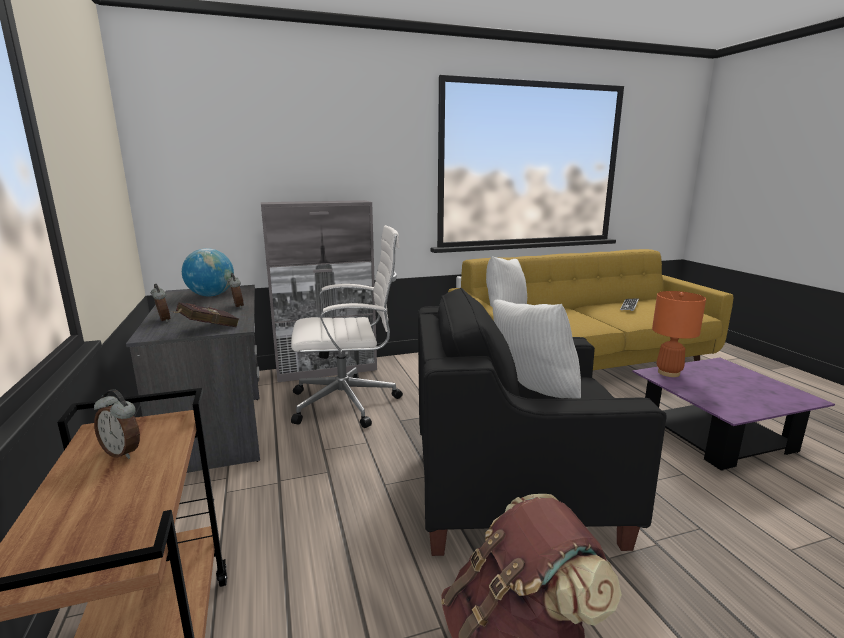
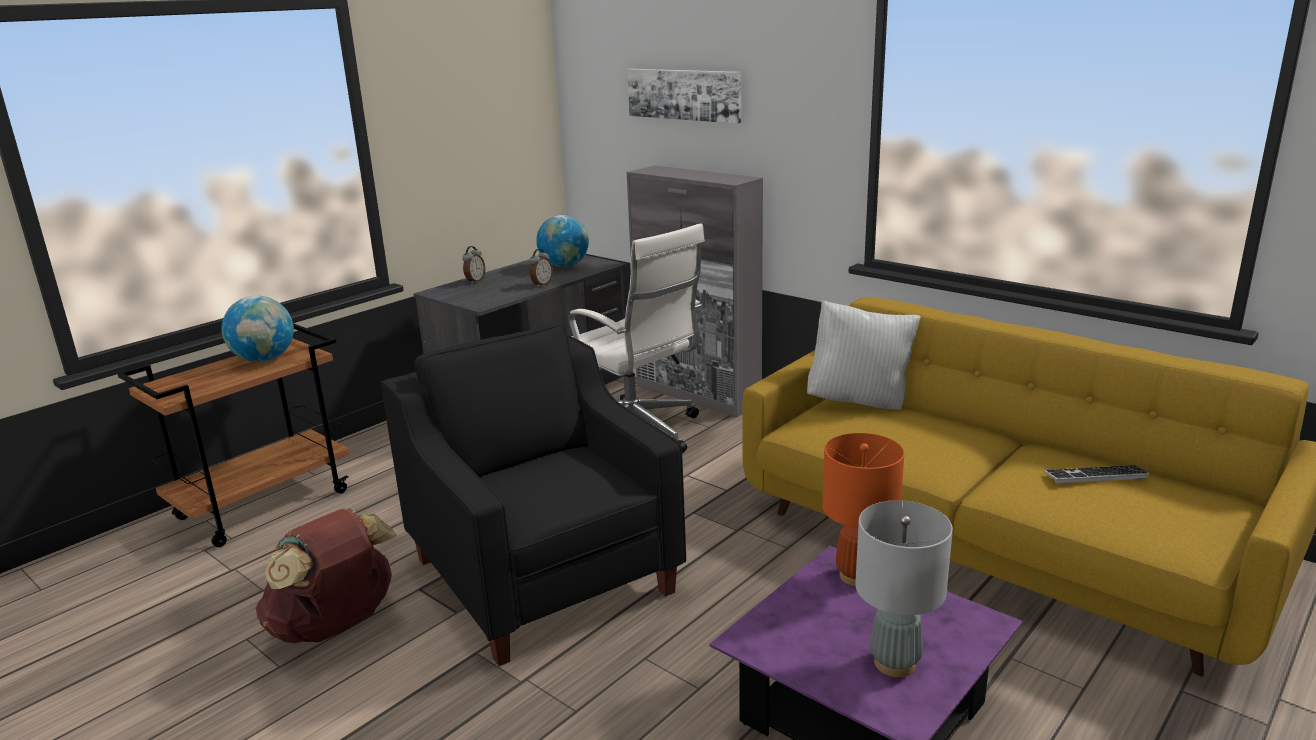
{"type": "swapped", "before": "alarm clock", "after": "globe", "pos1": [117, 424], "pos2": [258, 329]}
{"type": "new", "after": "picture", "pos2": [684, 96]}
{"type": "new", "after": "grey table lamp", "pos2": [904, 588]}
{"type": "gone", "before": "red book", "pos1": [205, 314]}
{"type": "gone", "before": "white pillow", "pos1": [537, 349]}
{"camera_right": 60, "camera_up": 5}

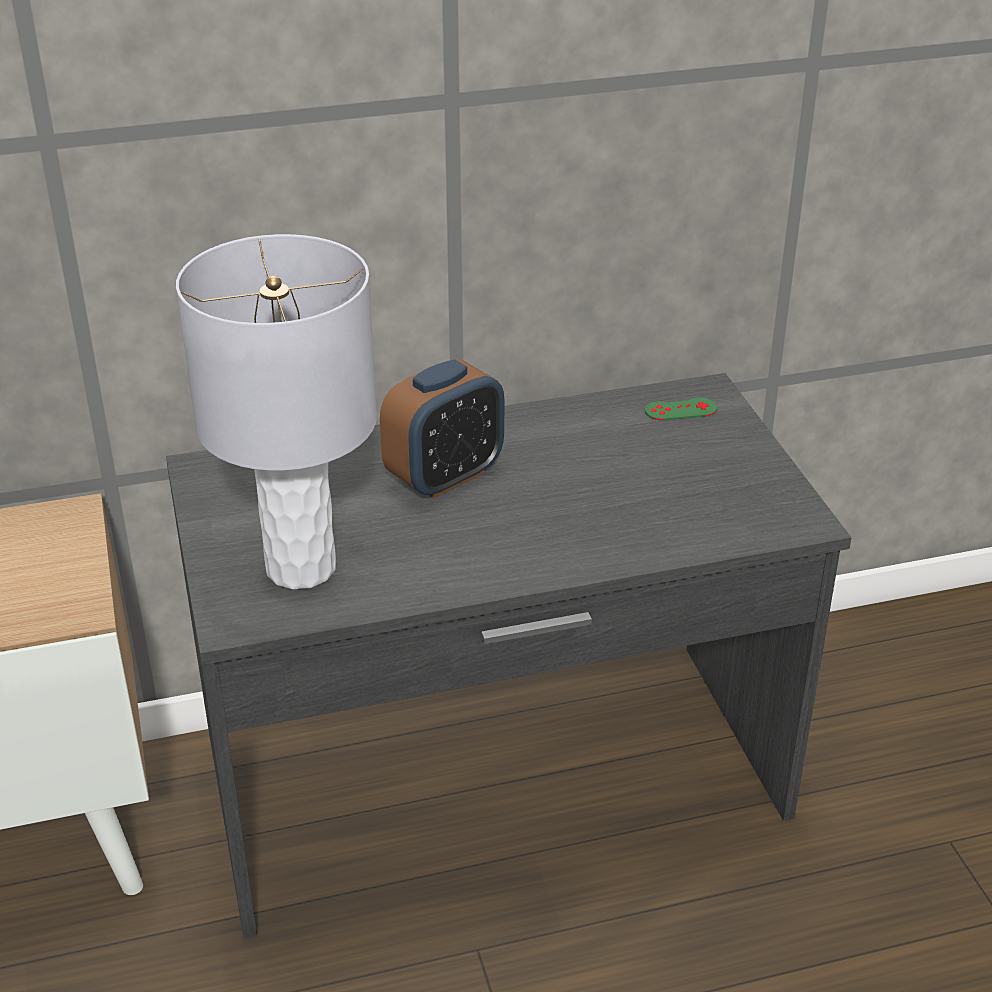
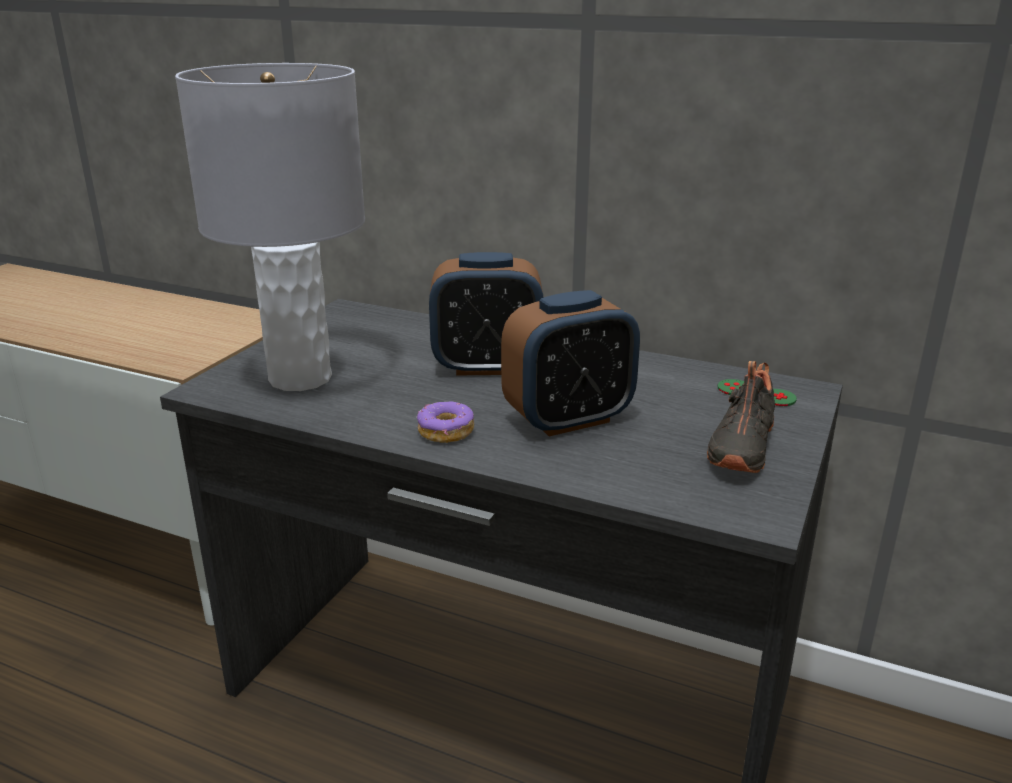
{"type": "new", "after": "donut", "pos2": [445, 422]}
{"type": "new", "after": "alarm clock", "pos2": [570, 363]}
{"type": "new", "after": "black shoe", "pos2": [741, 417]}
{"camera_right": 40, "camera_up": -10}

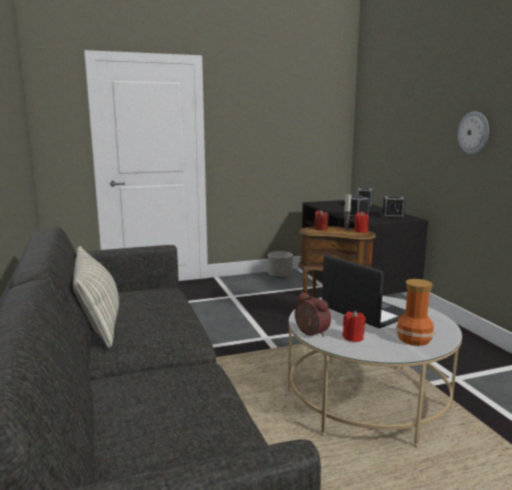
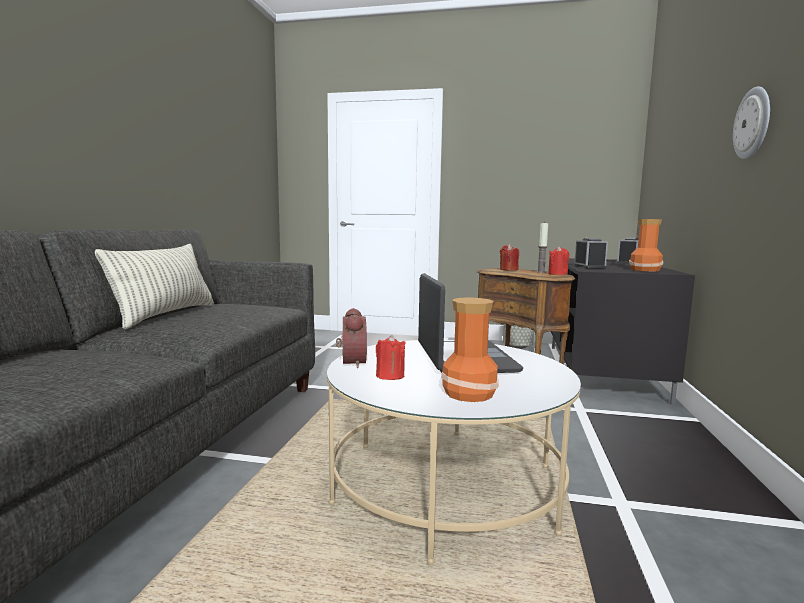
{"type": "swapped", "before": "alarm clock", "after": "vase", "pos1": [393, 207], "pos2": [646, 245]}
{"camera_right": 30, "camera_up": -5}

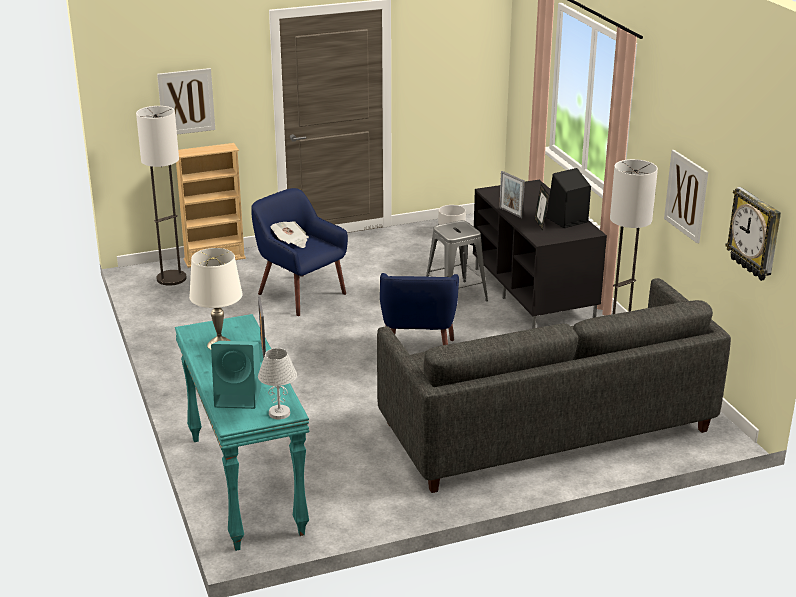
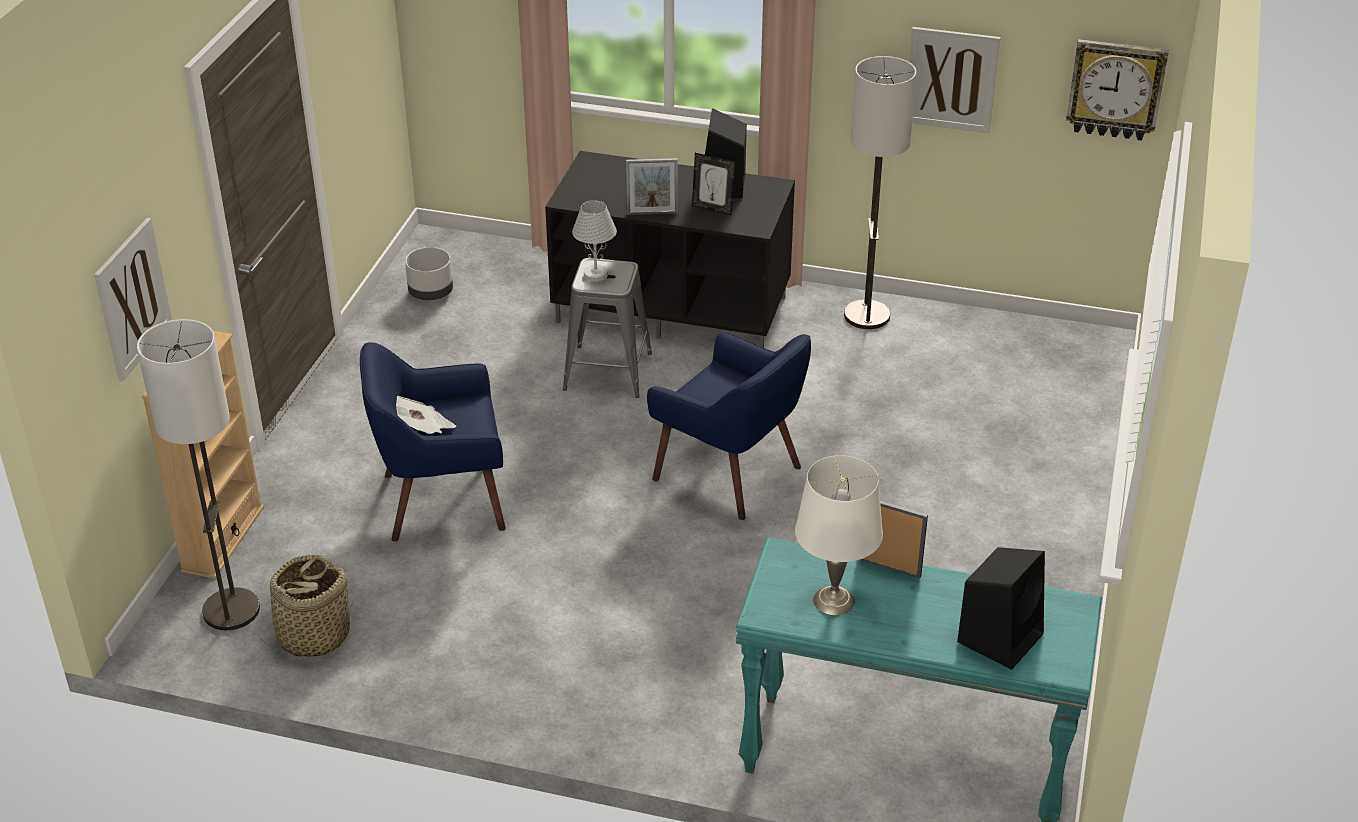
{"type": "new", "after": "basket", "pos2": [305, 606]}
{"type": "shifted", "before": "white table lamp", "pos1": [277, 383], "pos2": [594, 240]}
{"type": "repainted", "before": "turquoise speaker", "after": "black speaker", "pos1": [236, 375], "pos2": [1001, 608]}
{"type": "gone", "before": "grey sofa", "pos1": [554, 385]}
{"camera_right": -55, "camera_up": 10}

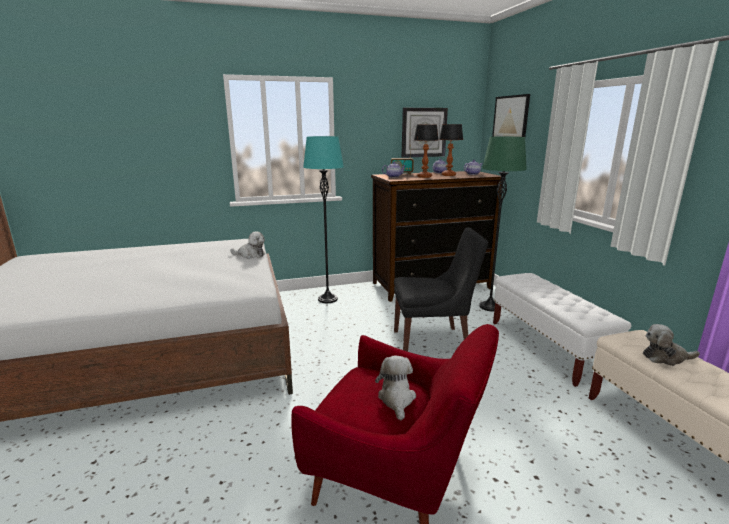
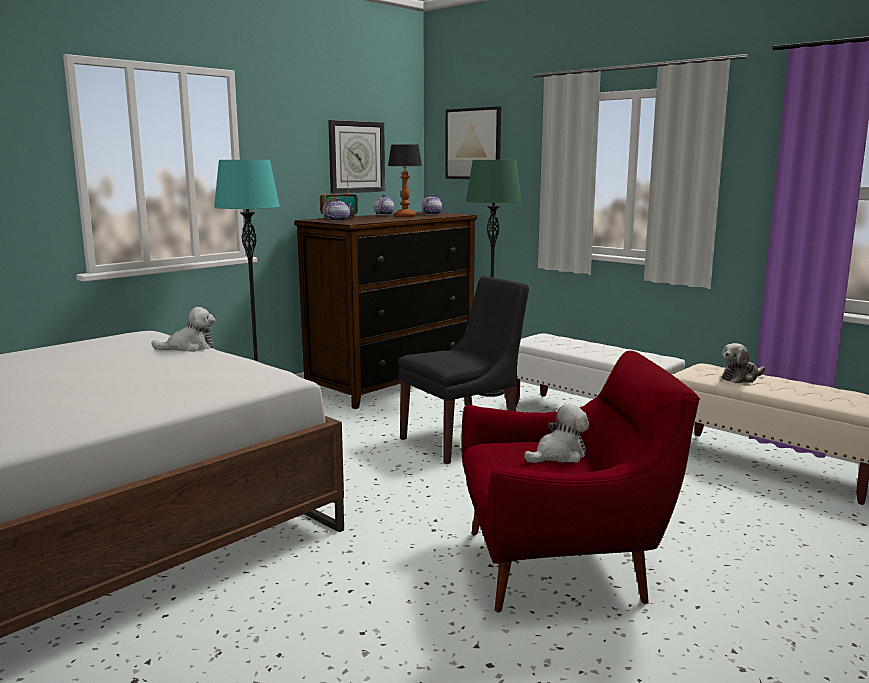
{"type": "rotated", "before": "plush toy", "pos1": [395, 388], "pos2": [556, 433], "turn": 90}
{"type": "gone", "before": "table lamp", "pos1": [426, 151]}
{"camera_right": -30, "camera_up": -5}

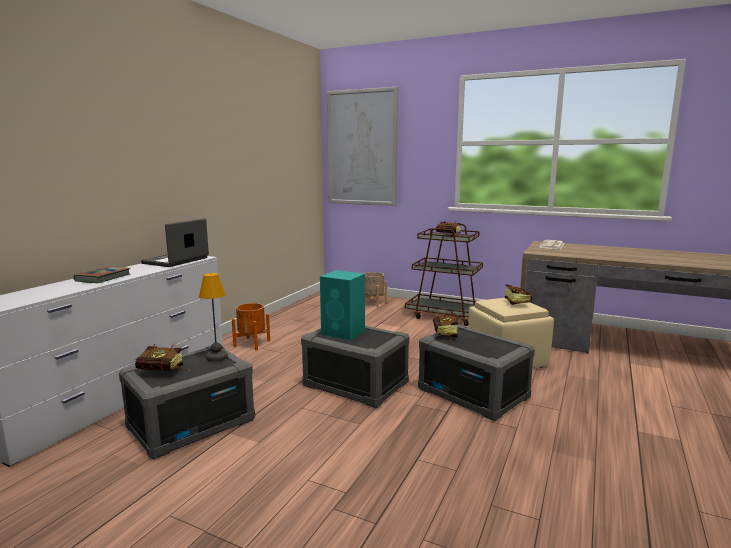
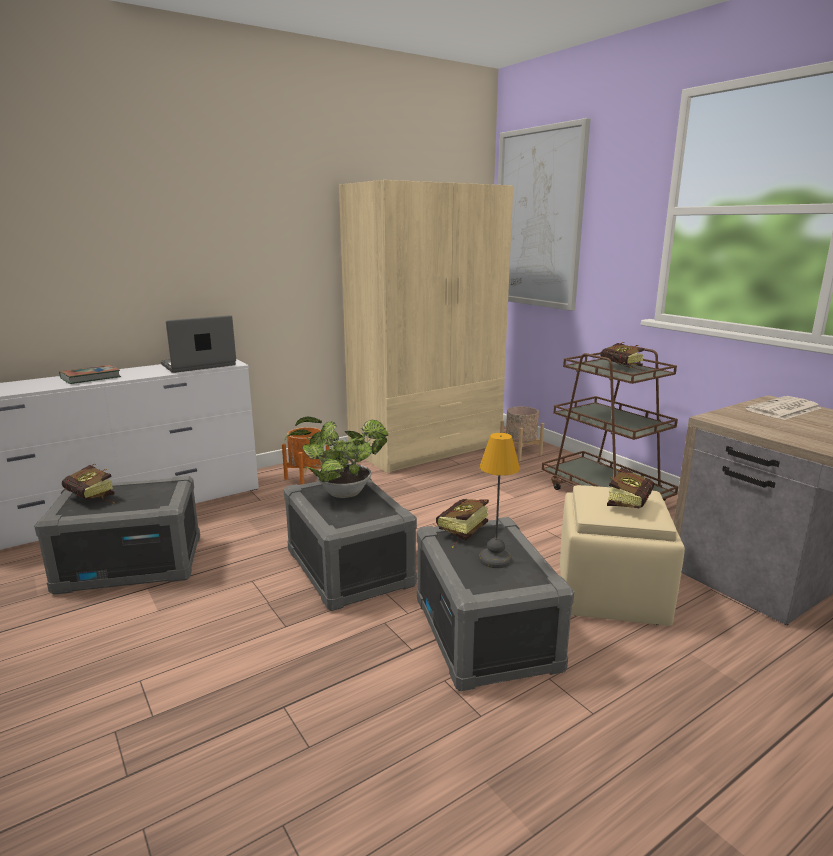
{"type": "swapped", "before": "turquoise speaker", "after": "potted plant", "pos1": [342, 305], "pos2": [336, 457]}
{"type": "new", "after": "beige wardrobe", "pos2": [426, 326]}
{"type": "shifted", "before": "table lamp", "pos1": [213, 317], "pos2": [499, 500]}
{"camera_right": 30, "camera_up": 5}

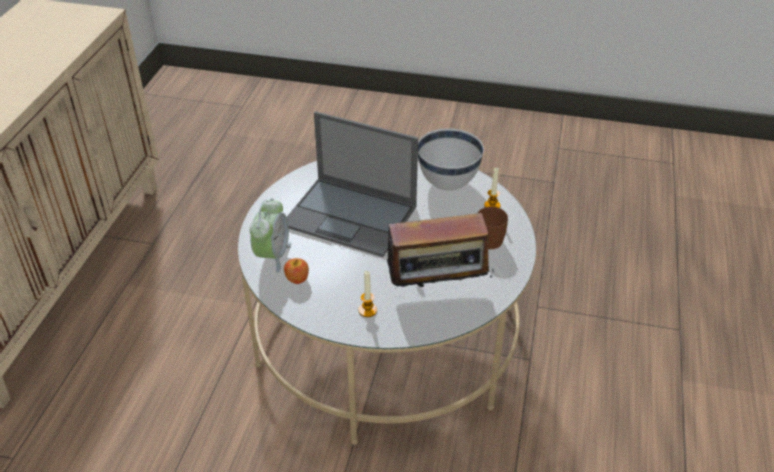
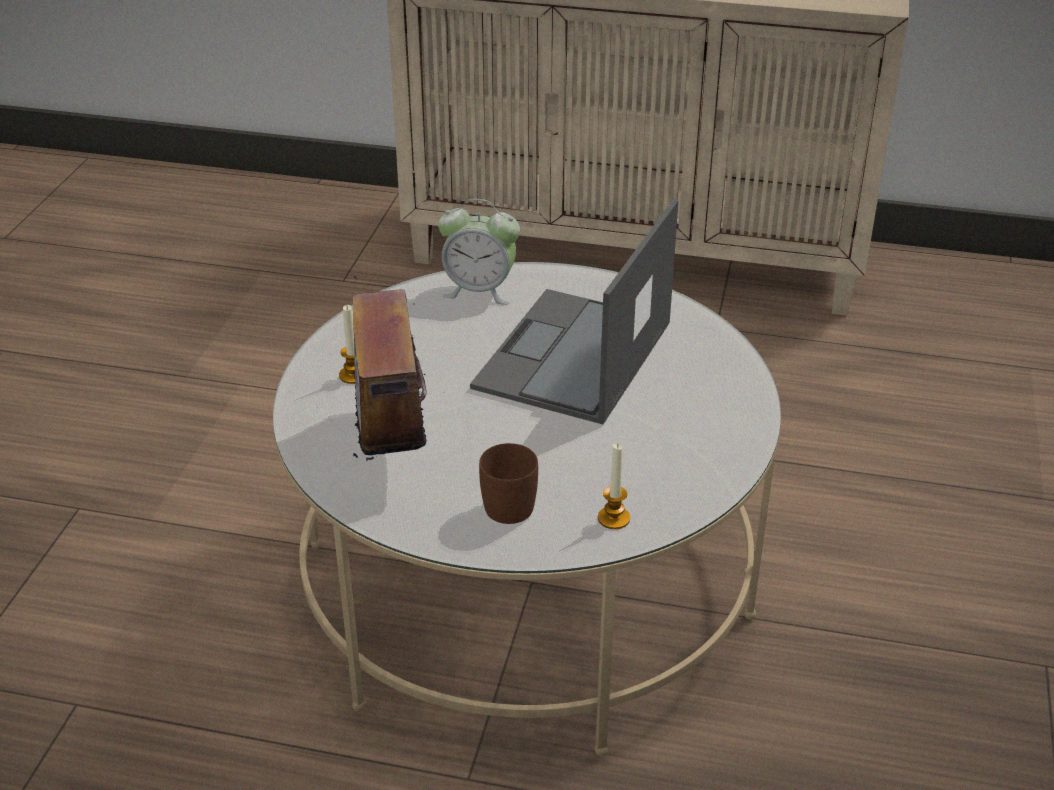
{"type": "gone", "before": "apple", "pos1": [296, 271]}
{"type": "gone", "before": "white bowl", "pos1": [451, 159]}
{"camera_right": 90, "camera_up": -5}

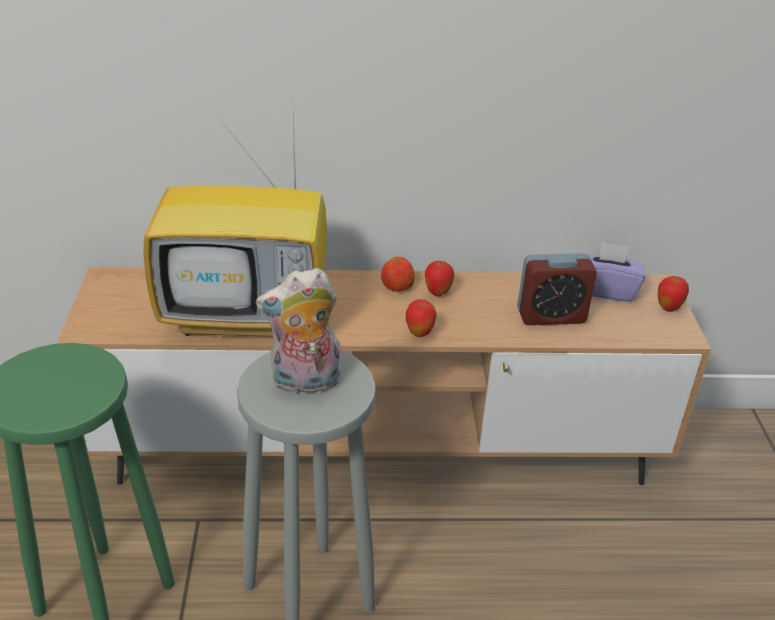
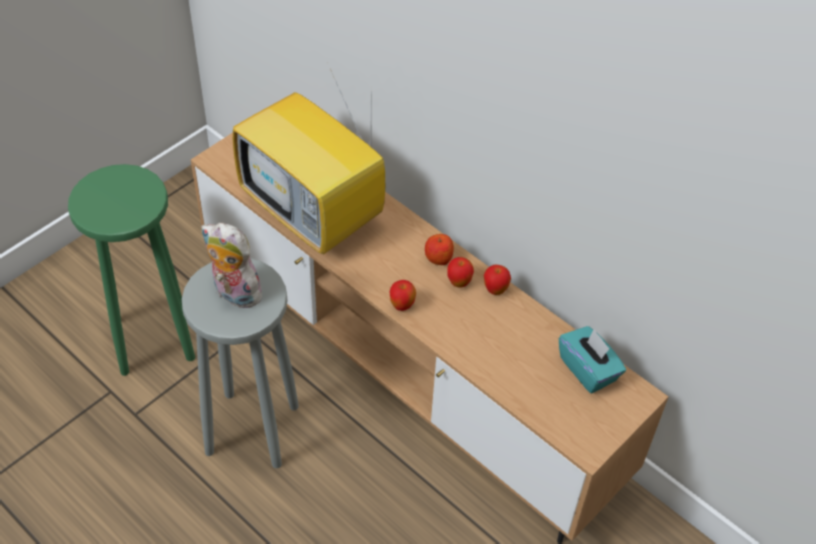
{"type": "shifted", "before": "apple", "pos1": [673, 294], "pos2": [497, 280]}
{"type": "repainted", "before": "purple tissue box", "after": "turquoise tissue box", "pos1": [616, 272], "pos2": [592, 359]}
{"type": "gone", "before": "alarm clock", "pos1": [557, 289]}
{"camera_right": 45, "camera_up": 15}

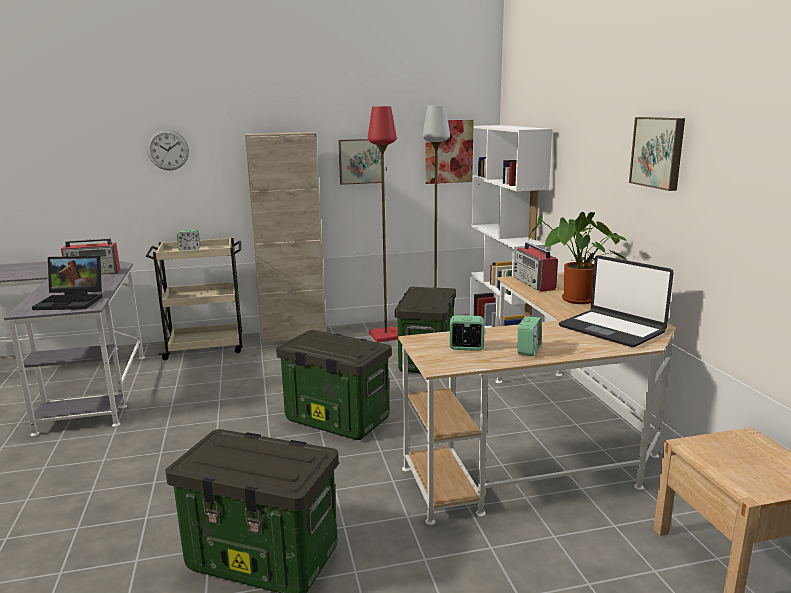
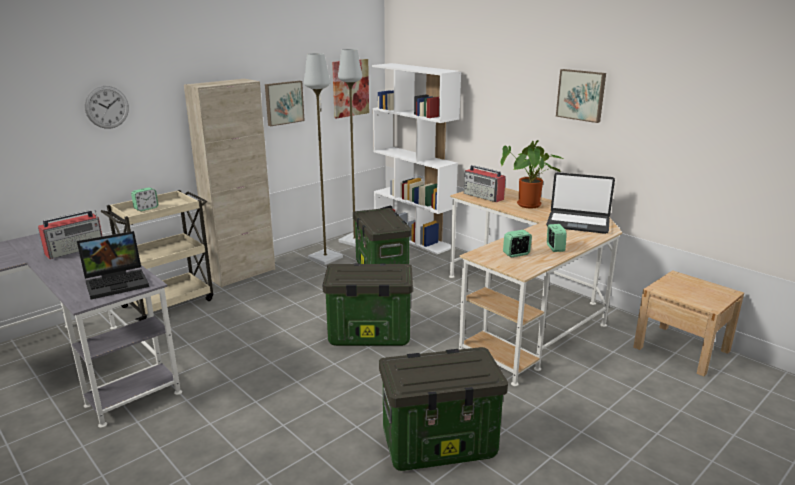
{"type": "repainted", "before": "red floor lamp", "after": "grey floor lamp", "pos1": [383, 224], "pos2": [323, 159]}
{"camera_right": -30, "camera_up": 5}

